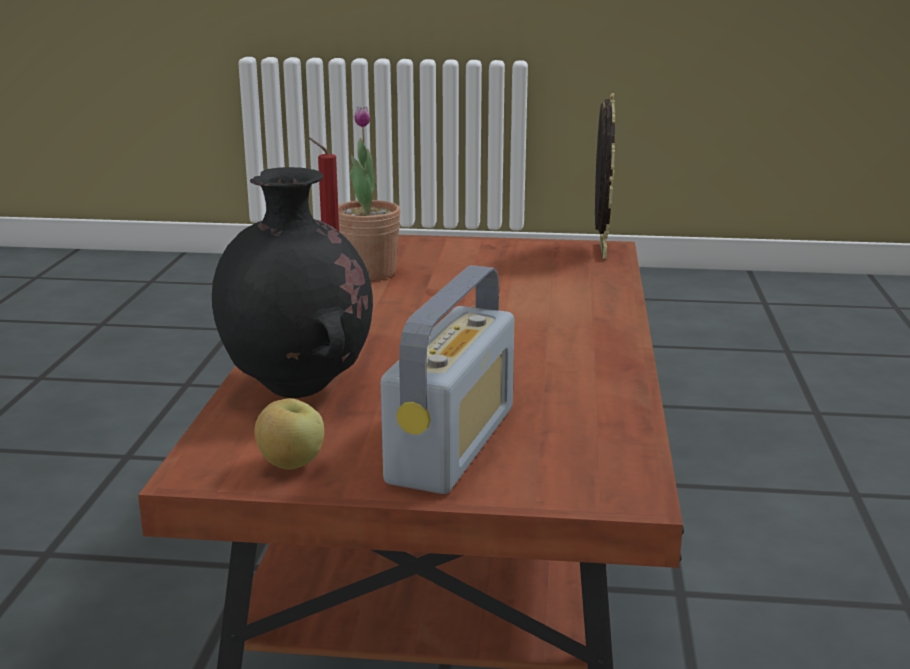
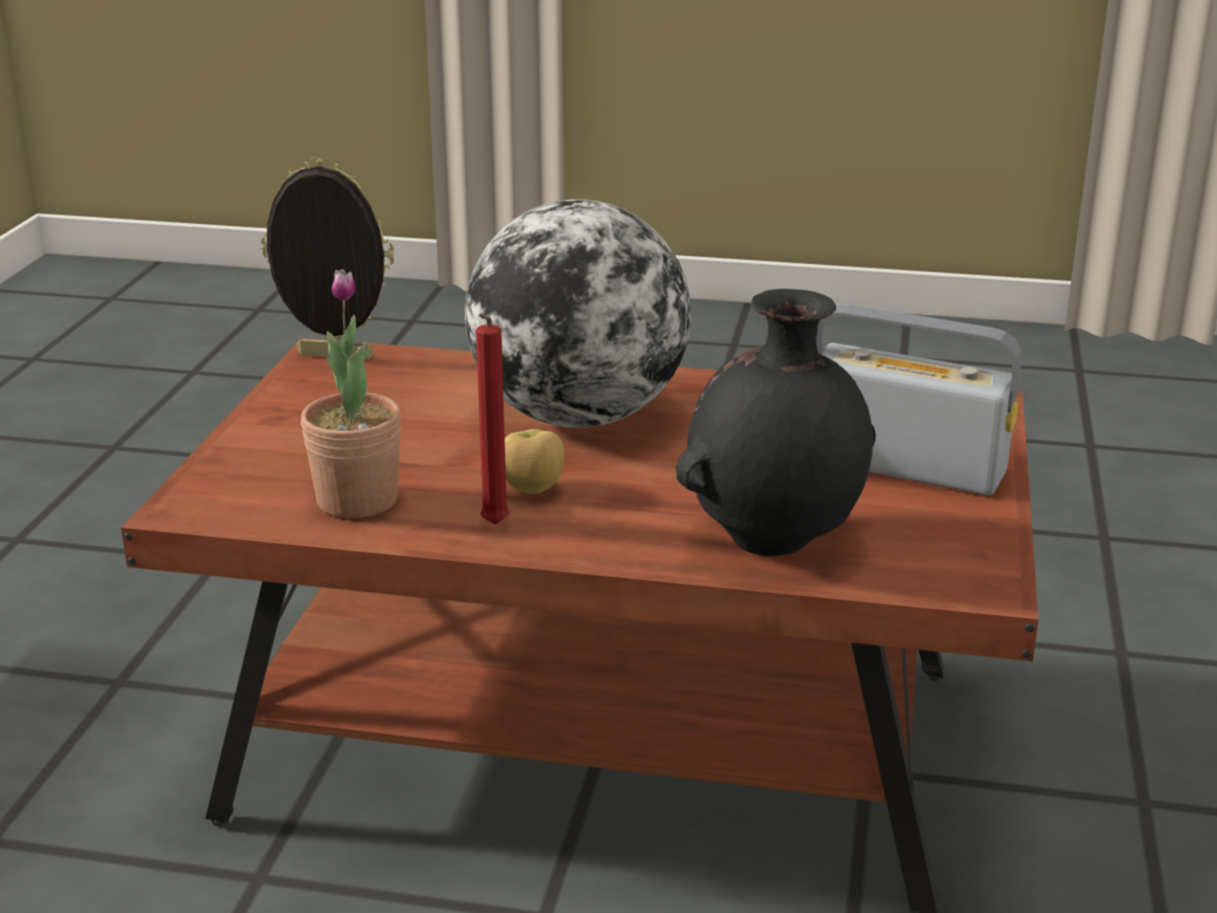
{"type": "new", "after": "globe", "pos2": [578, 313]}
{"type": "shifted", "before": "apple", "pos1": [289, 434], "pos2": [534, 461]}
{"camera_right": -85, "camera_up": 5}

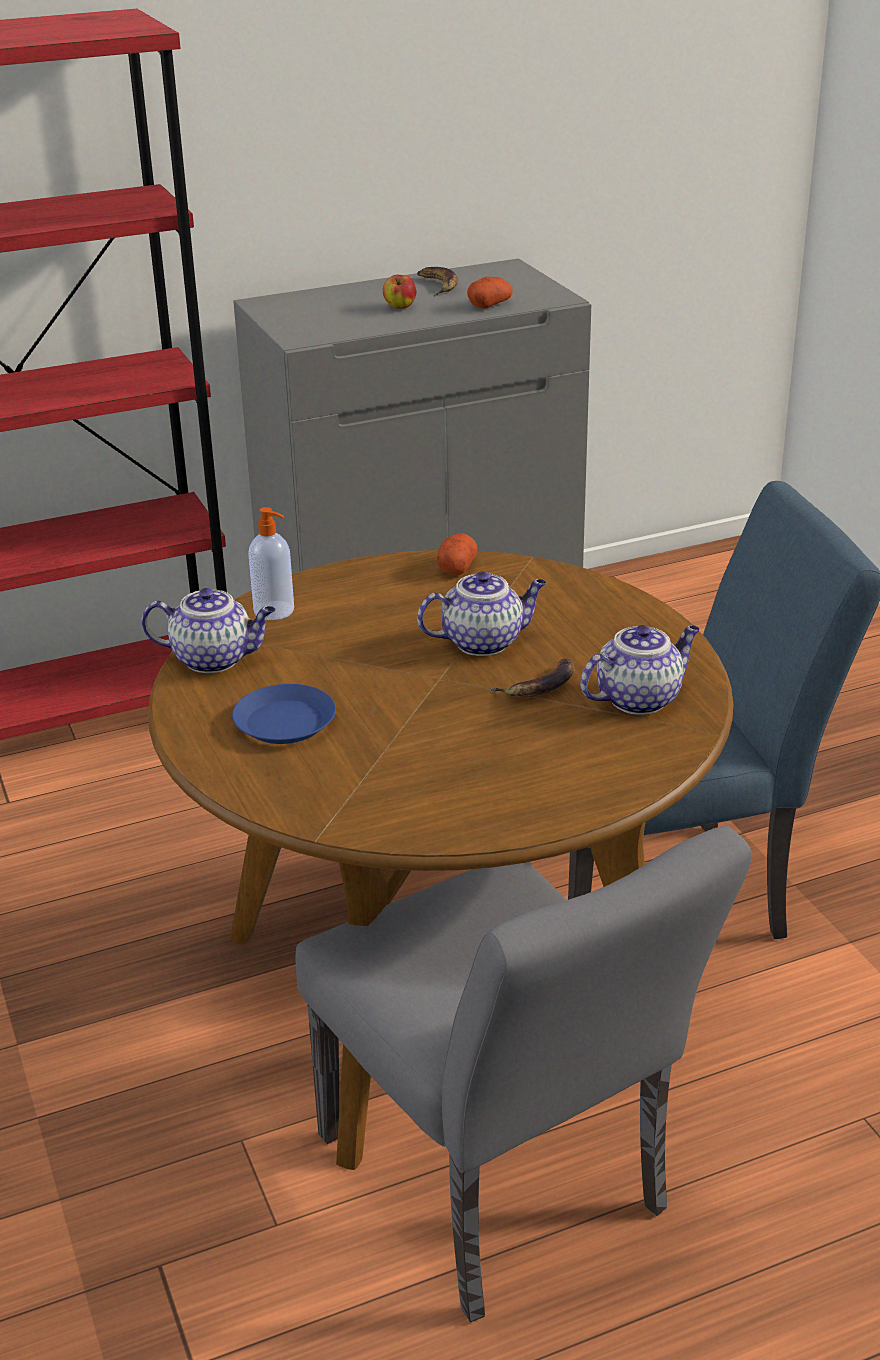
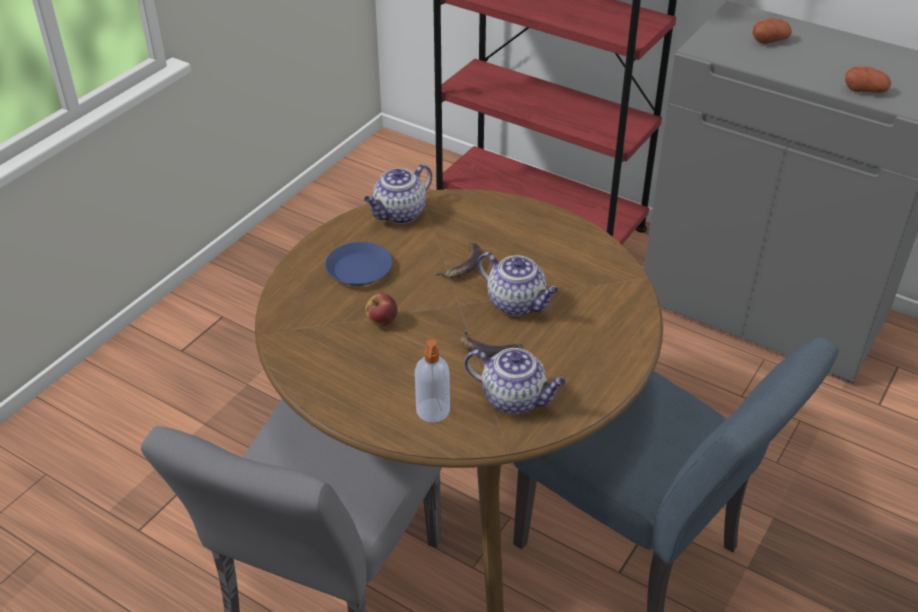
{"type": "rotated", "before": "teapot", "pos1": [208, 630], "pos2": [398, 194], "turn": 75}
{"type": "shifted", "before": "apple", "pos1": [400, 292], "pos2": [381, 309]}
{"type": "shifted", "before": "soap dispenser", "pos1": [271, 563], "pos2": [432, 381]}
{"type": "shifted", "before": "banana", "pos1": [437, 281], "pos2": [457, 260]}
{"type": "shifted", "before": "potato", "pos1": [457, 554], "pos2": [772, 31]}
{"camera_right": 55, "camera_up": 10}

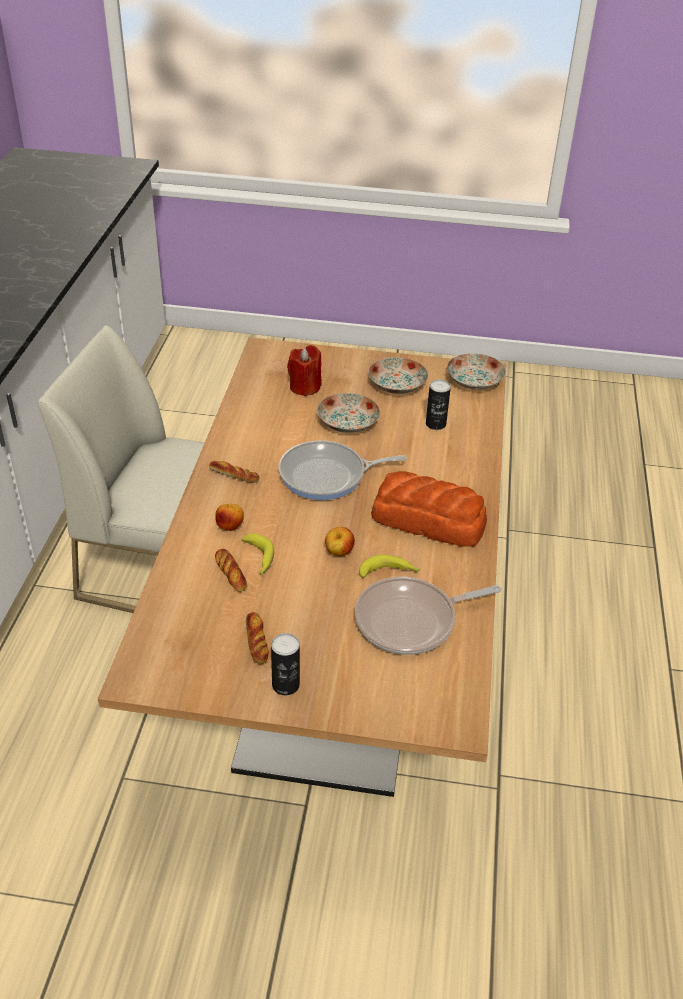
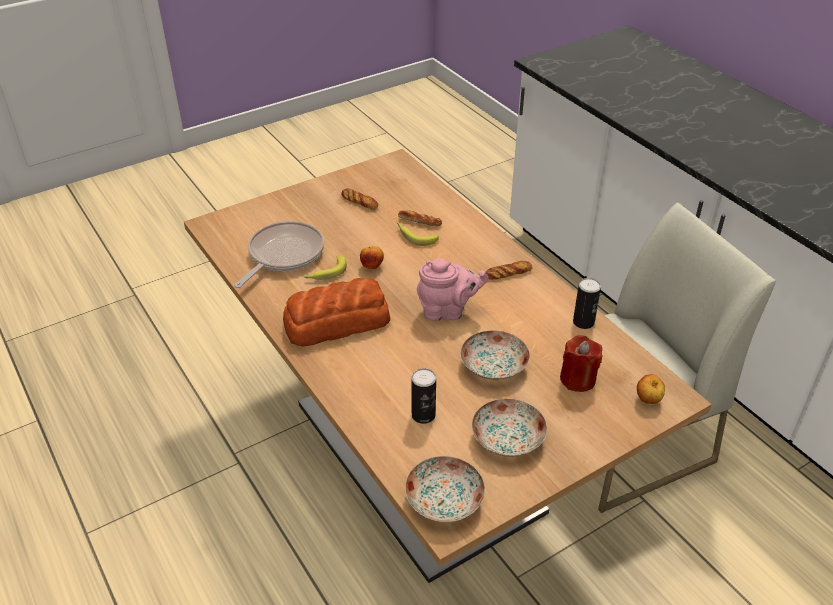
{"type": "swapped", "before": "frying pan", "after": "pink teapot", "pos1": [343, 470], "pos2": [452, 289]}
{"type": "shifted", "before": "can", "pos1": [285, 664], "pos2": [587, 303]}
{"type": "shifted", "before": "apple", "pos1": [229, 517], "pos2": [651, 389]}
{"camera_right": 140, "camera_up": 0}

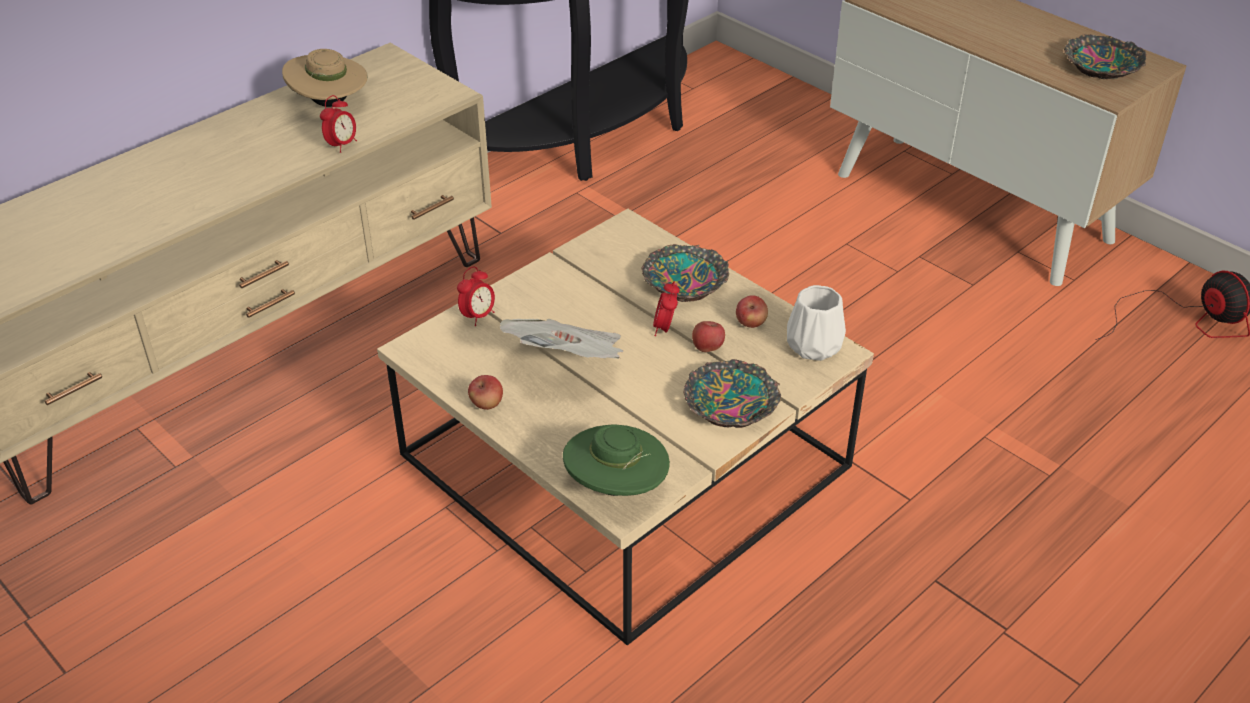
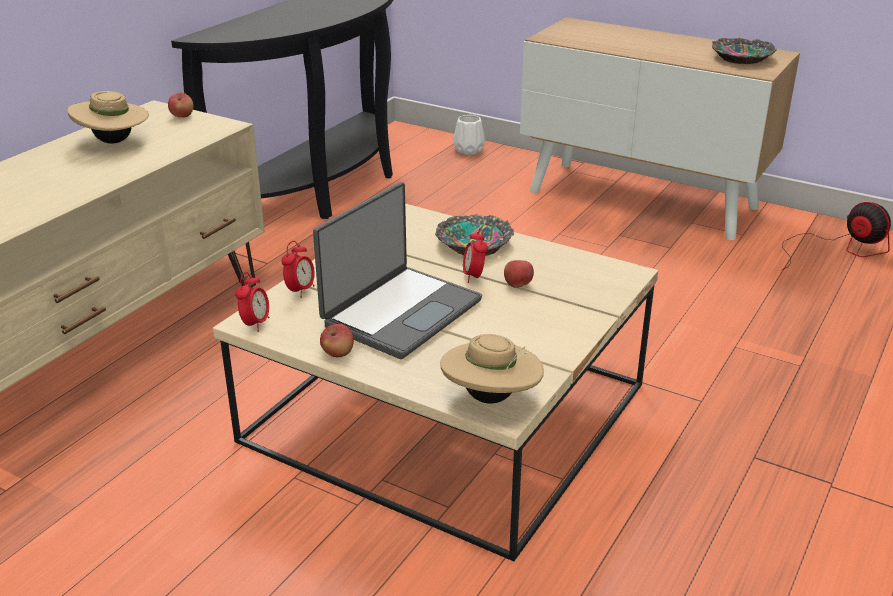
{"type": "shifted", "before": "apple", "pos1": [752, 311], "pos2": [180, 105]}
{"type": "shifted", "before": "alarm clock", "pos1": [338, 124], "pos2": [252, 302]}
{"type": "swapped", "before": "newspaper", "after": "laptop", "pos1": [561, 339], "pos2": [397, 270]}
{"type": "repainted", "before": "green hat", "after": "beige hat", "pos1": [616, 460], "pos2": [492, 369]}
{"type": "shifted", "before": "white vase", "pos1": [816, 323], "pos2": [469, 135]}
{"type": "gone", "before": "bowl", "pos1": [733, 393]}
{"camera_right": -15, "camera_up": -10}

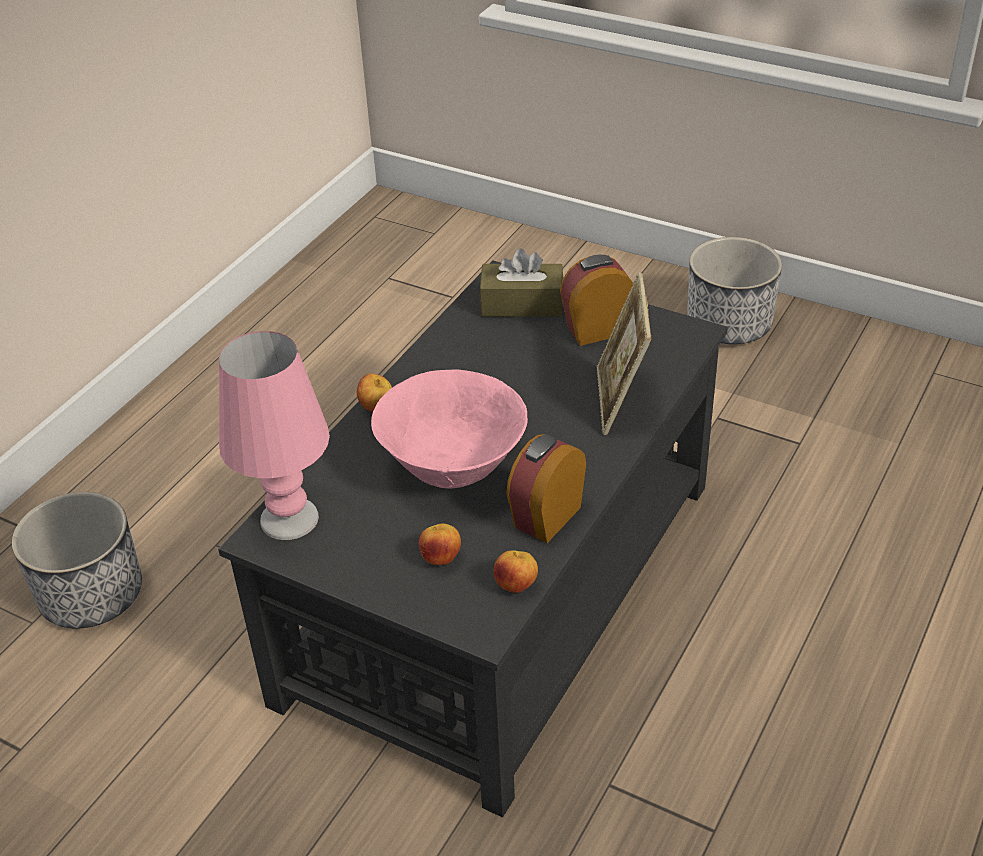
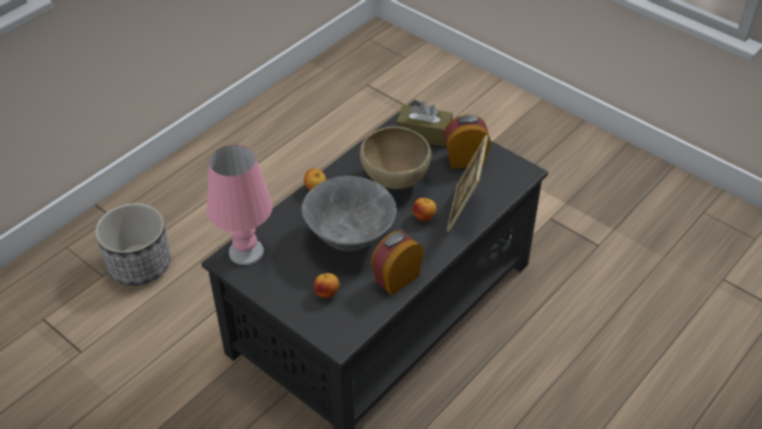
{"type": "repainted", "before": "pink bowl", "after": "grey bowl", "pos1": [449, 429], "pos2": [349, 213]}
{"type": "new", "after": "brown bowl", "pos2": [395, 157]}
{"type": "shifted", "before": "apple", "pos1": [516, 572], "pos2": [424, 209]}
{"type": "gone", "before": "planter", "pos1": [734, 290]}
{"camera_right": 10, "camera_up": 5}

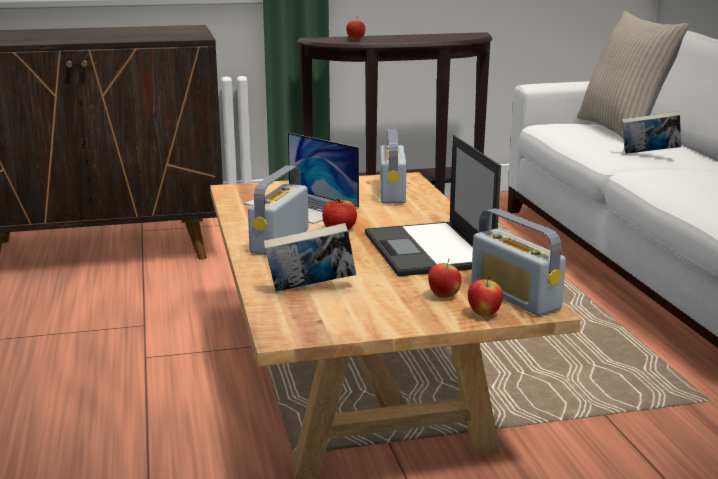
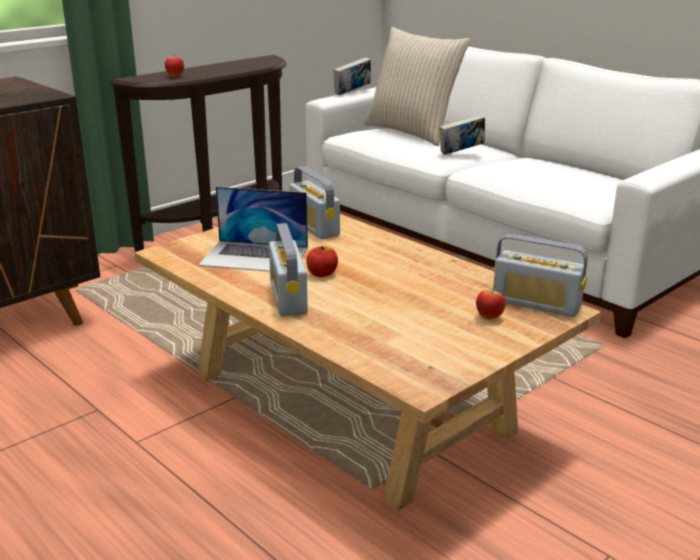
{"type": "shifted", "before": "book", "pos1": [309, 257], "pos2": [352, 76]}
{"type": "gone", "before": "laptop", "pos1": [433, 205]}
{"type": "gone", "before": "apple", "pos1": [485, 296]}
{"camera_right": -30, "camera_up": 5}

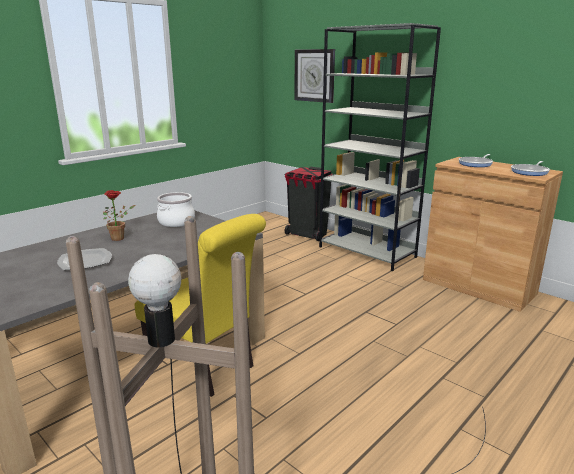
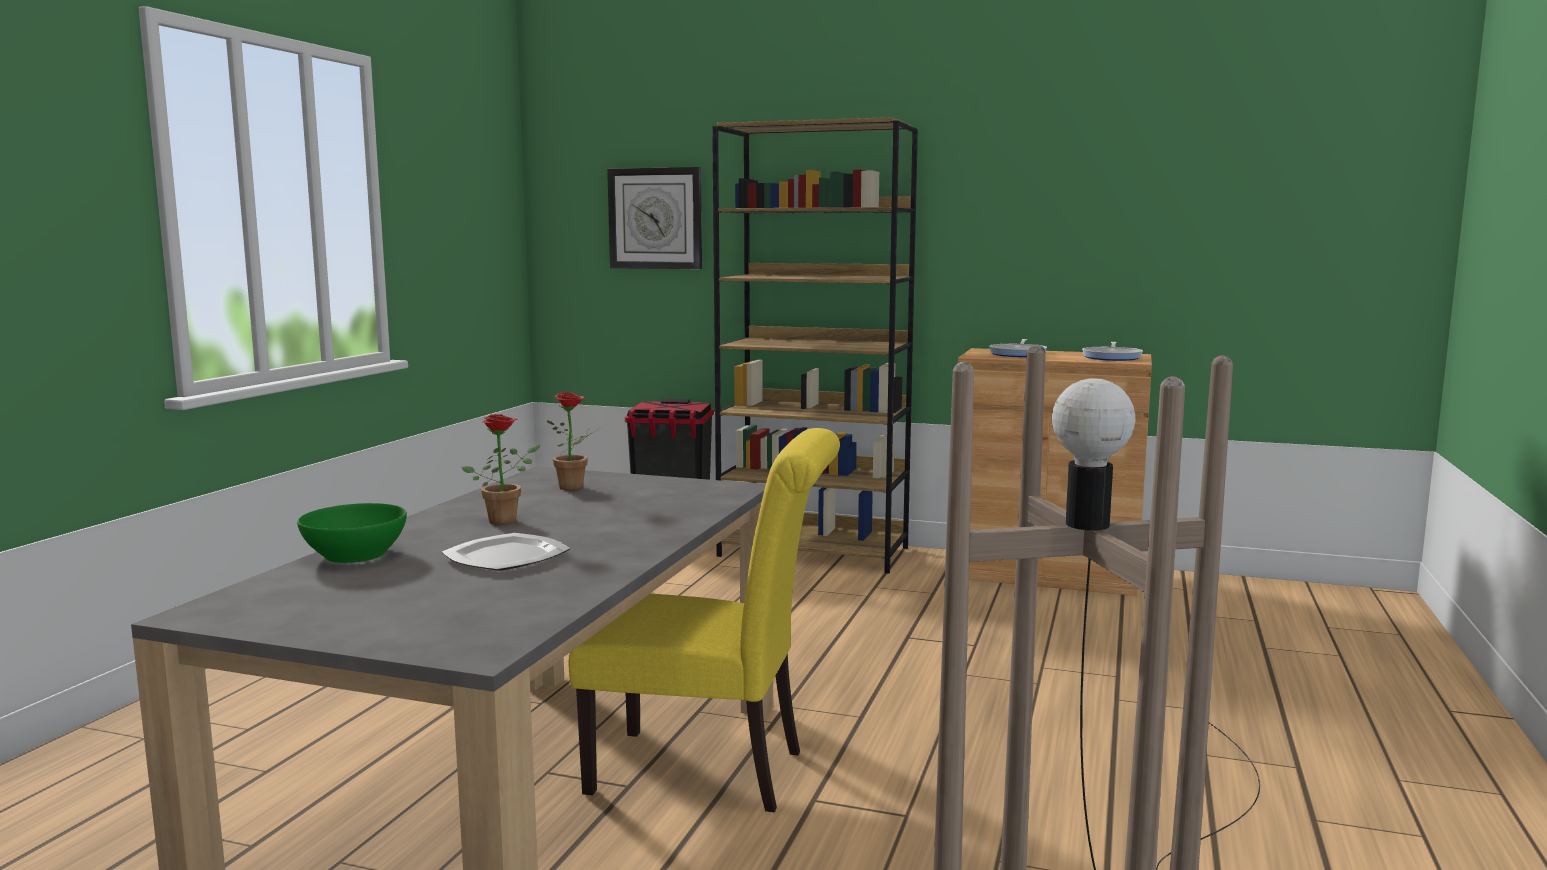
{"type": "new", "after": "green bowl", "pos2": [352, 533]}
{"type": "swapped", "before": "cooking pot", "after": "potted plant", "pos1": [176, 209], "pos2": [574, 441]}
{"type": "repainted", "before": "grey bookcase", "after": "brown bookcase", "pos1": [380, 147], "pos2": [815, 345]}
{"camera_right": -25, "camera_up": -10}

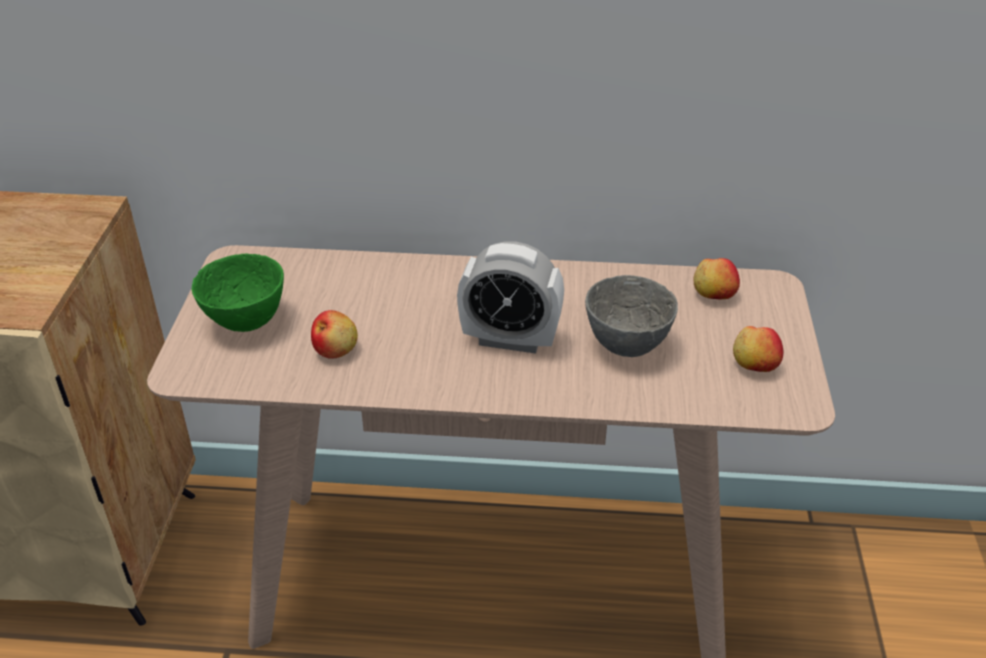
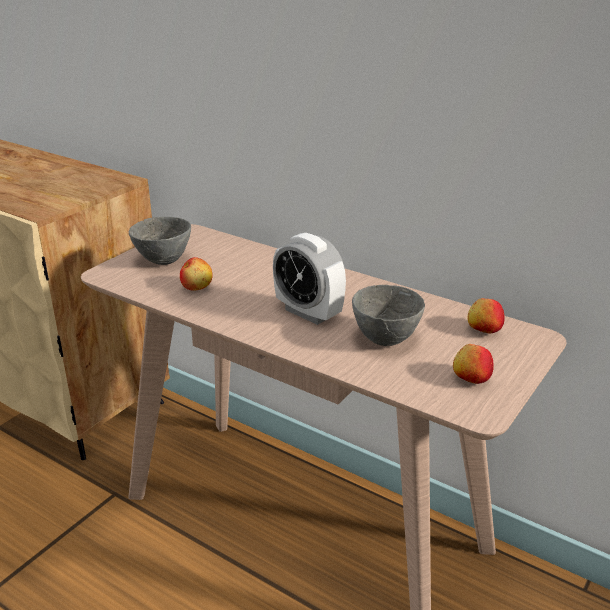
{"type": "repainted", "before": "green bowl", "after": "grey bowl", "pos1": [238, 293], "pos2": [160, 241]}
{"camera_right": 30, "camera_up": -10}

